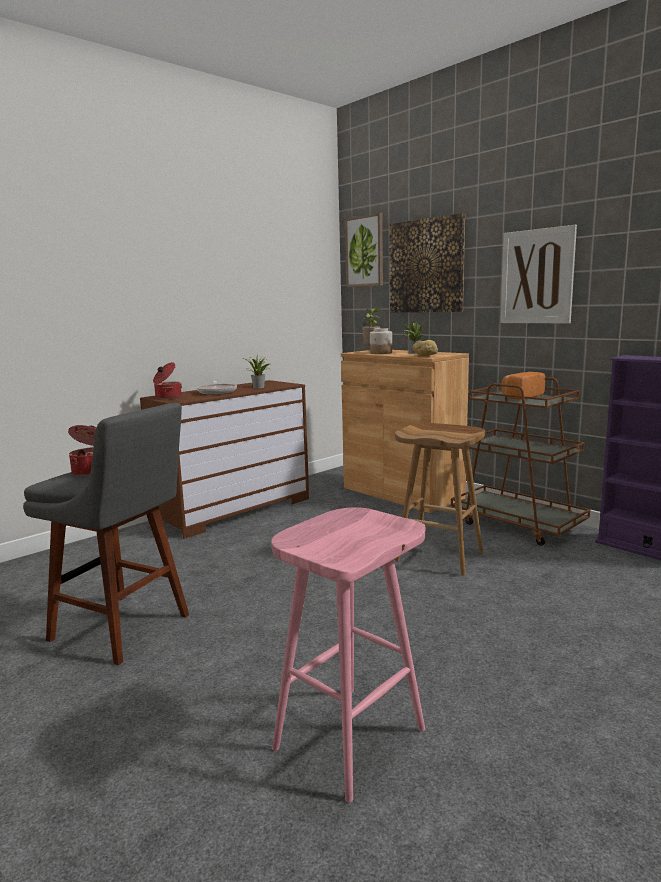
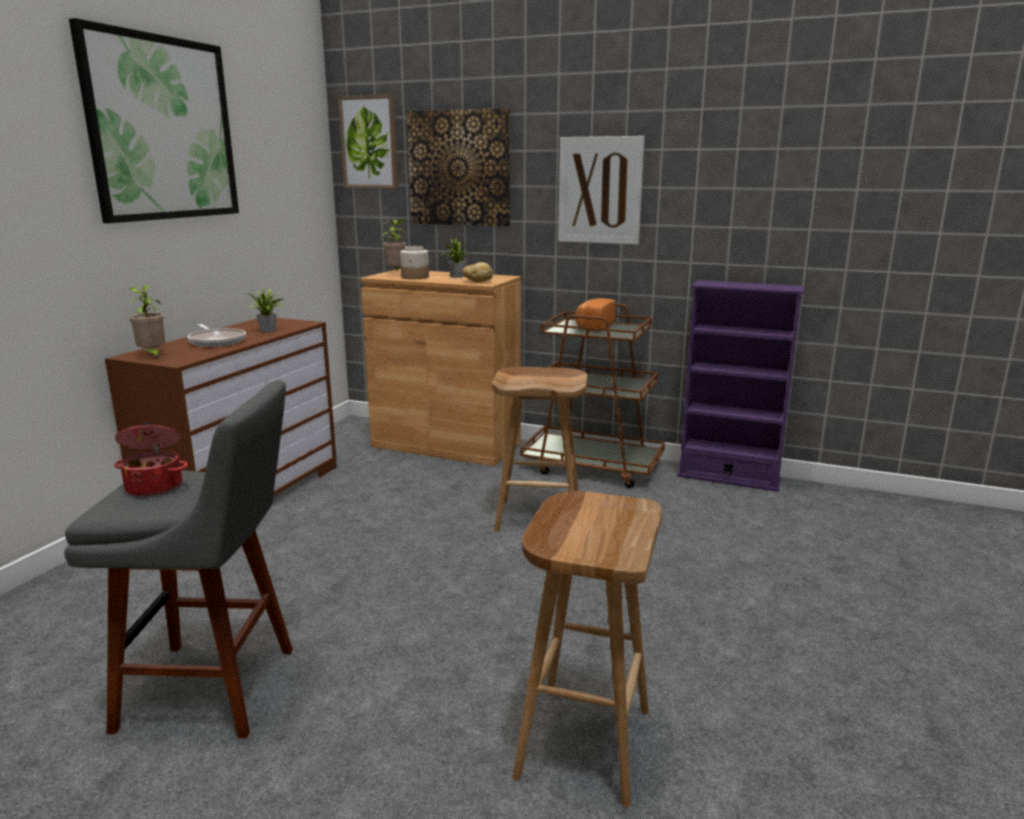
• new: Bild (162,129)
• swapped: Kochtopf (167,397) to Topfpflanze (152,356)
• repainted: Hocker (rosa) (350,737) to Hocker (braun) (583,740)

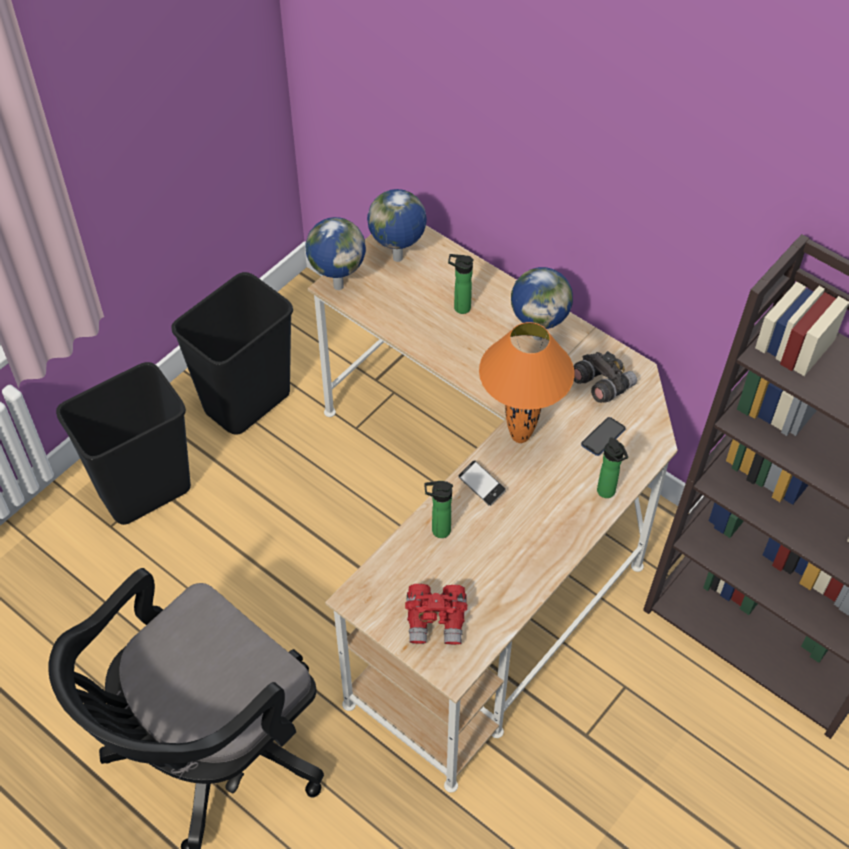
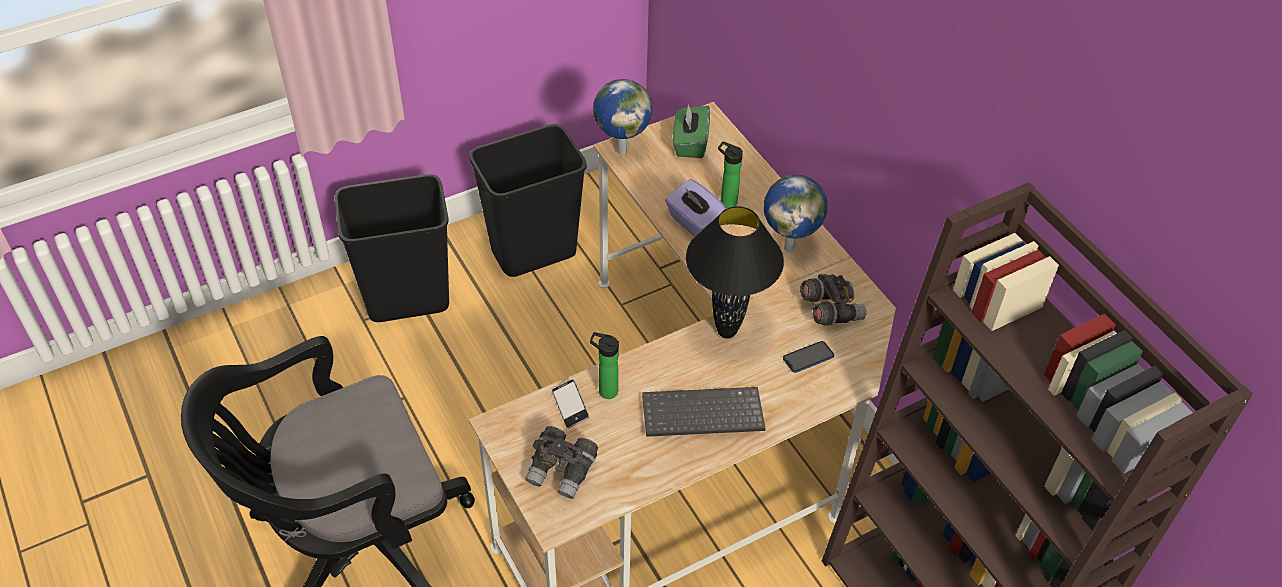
• repainted: Fernglas (rot) (436,621) to Fernglas (grau) (562,471)
• shifted: Handy (481,485) to (570,406)
• new: Tastatur (701,416)
• new: Taschentuchbox (lila) (694,222)
• swapped: Globus (398,259) to Taschentuchbox (grün) (690,143)
• repainted: Tischlampe (orange) (519,436) to Tischlampe (schwarz) (726,331)
• gone: Flasche (607,493)

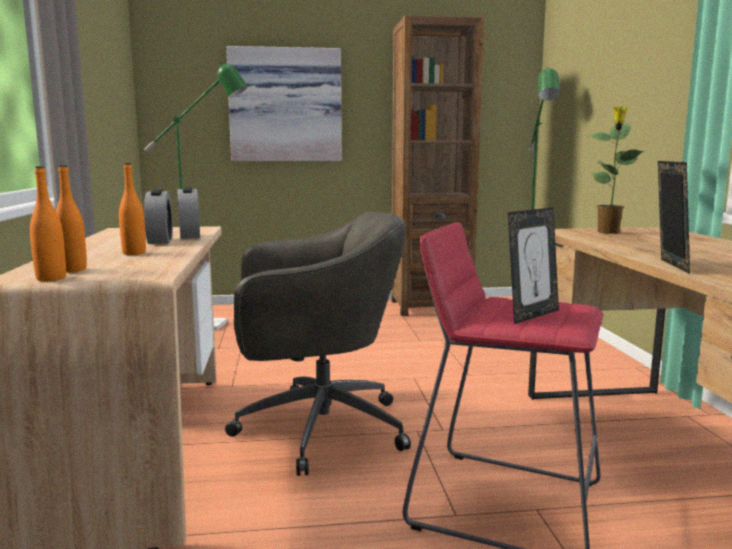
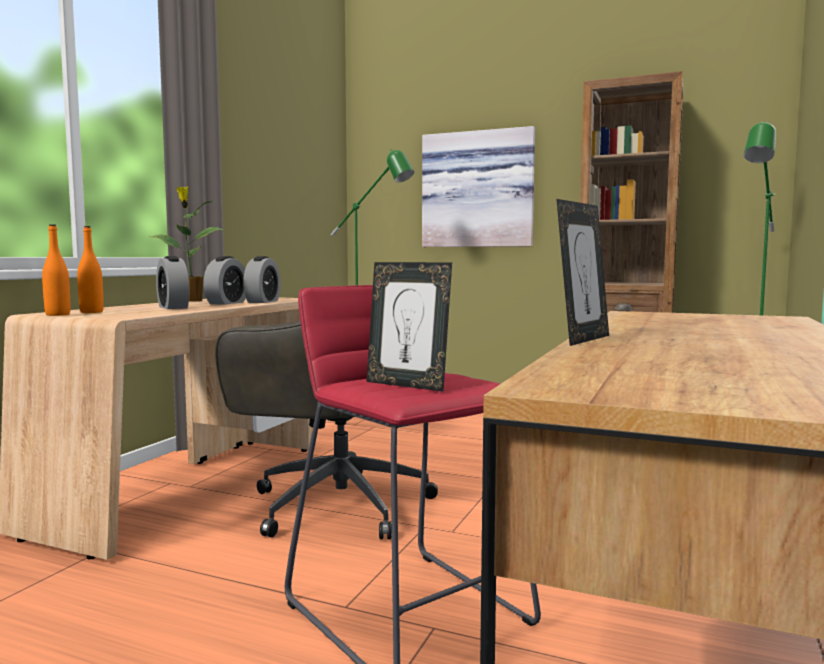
• shifted: Topfpflanze (608,232) to (191,301)
• swapped: Flasche (orange) (134,253) to Wecker (173,307)
• rotated: Bilderrahmen (531,315) = (407,385) 45 degrees clockwise

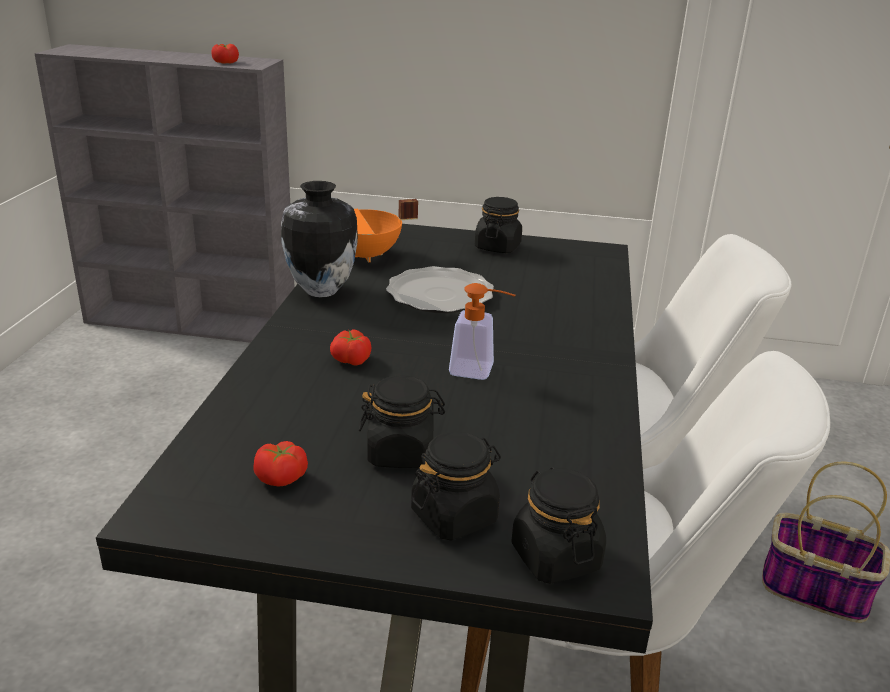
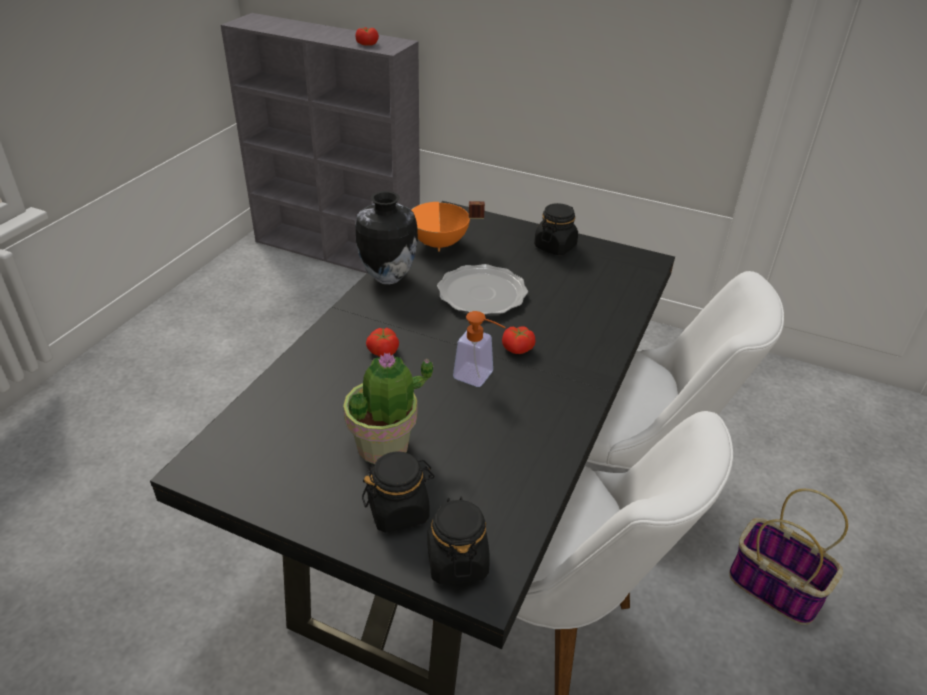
• swapped: Vorratsglas (schwarz) (401,452) to Topfpflanze (384,446)
• shifted: Tomate (281,478) to (517,349)

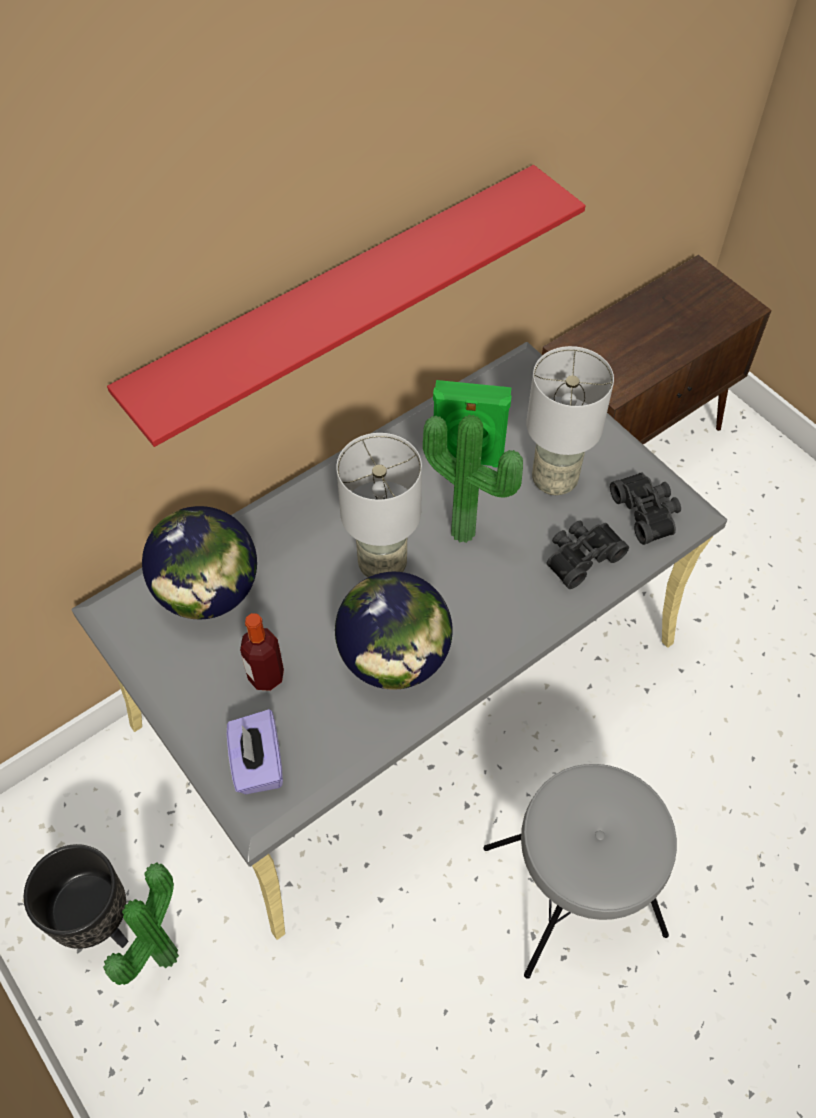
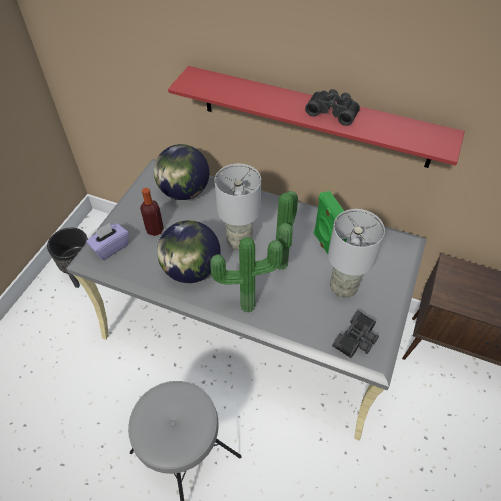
• shifted: Topfpflanze (162,954) to (247,303)
• shifted: Fernglas (schwarz) (581,556) to (333,111)

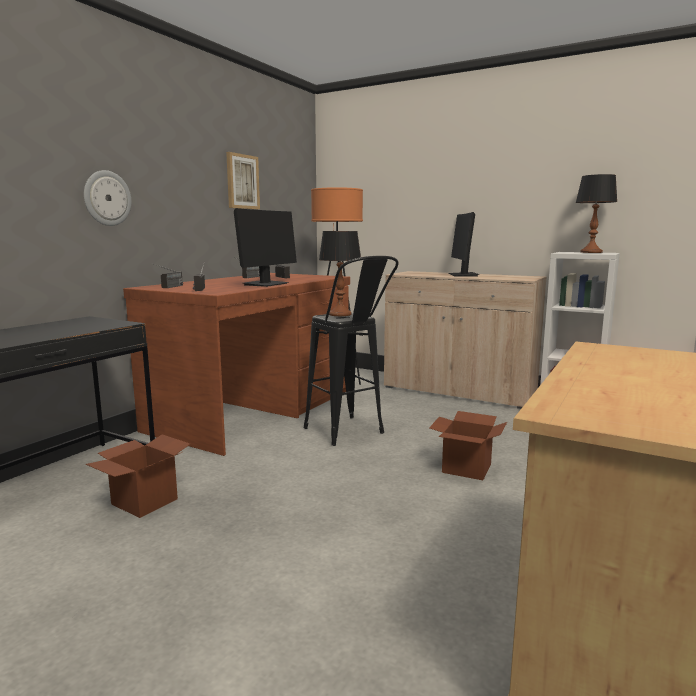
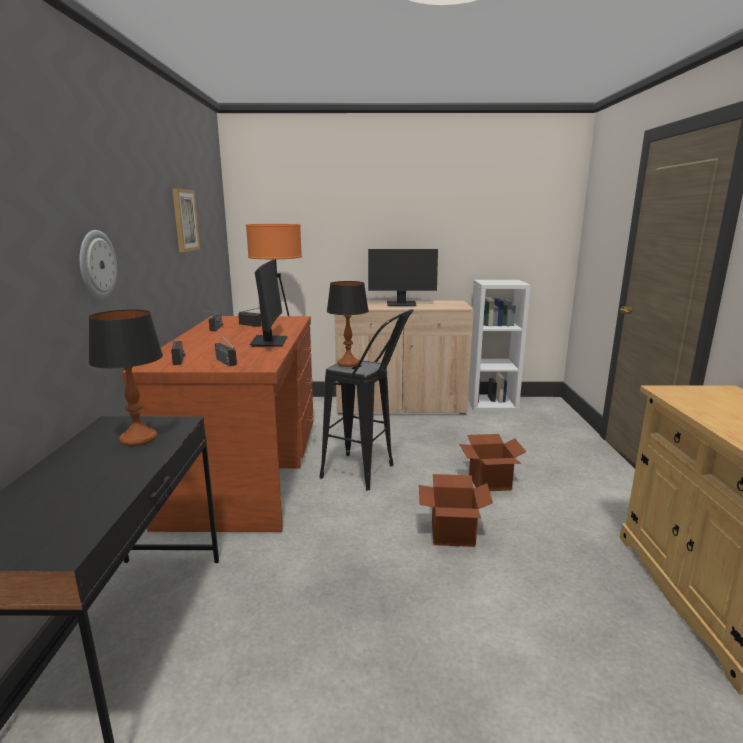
• shifted: Tischlampe (591,252) to (138,438)
• rotated: Monitor (463,275) = (401,304) 60 degrees counterclockwise
• shifted: Karton (145,501) to (453,533)

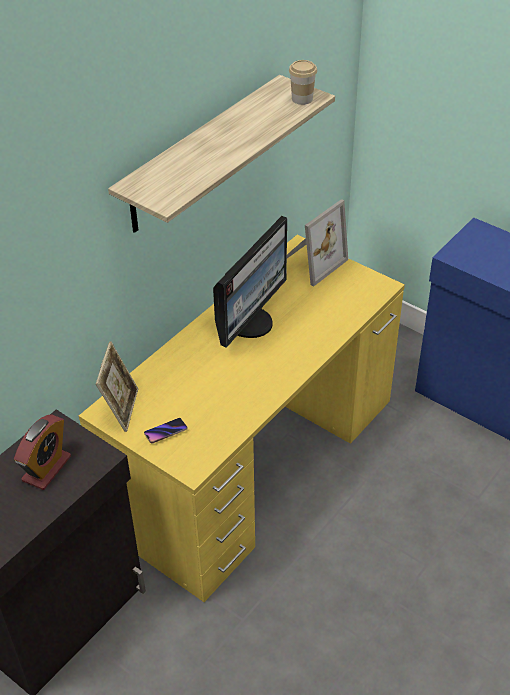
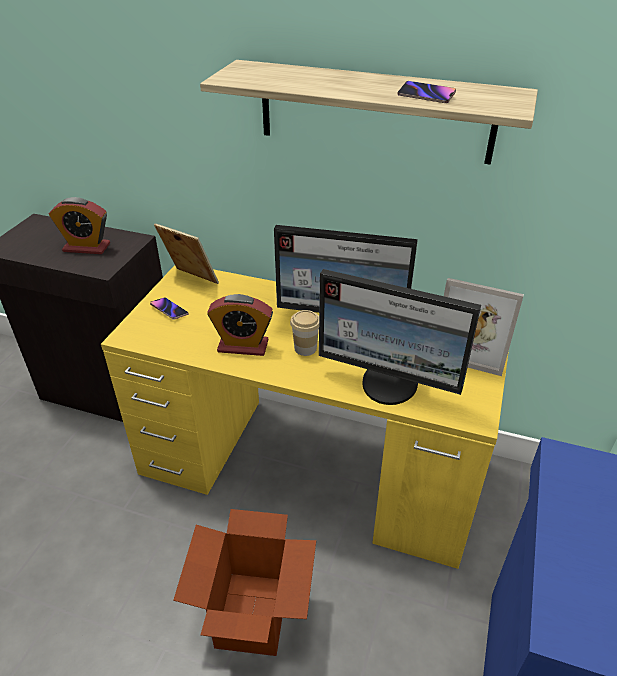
• rotated: Bilderrahmen (121,409) = (191,280) 135 degrees counterclockwise
• new: Karton (252,614)
• new: Wecker (243,346)
• shifted: Tasse (302,99) to (305,348)
• new: Monitor (390,384)
• new: Handy (426,95)

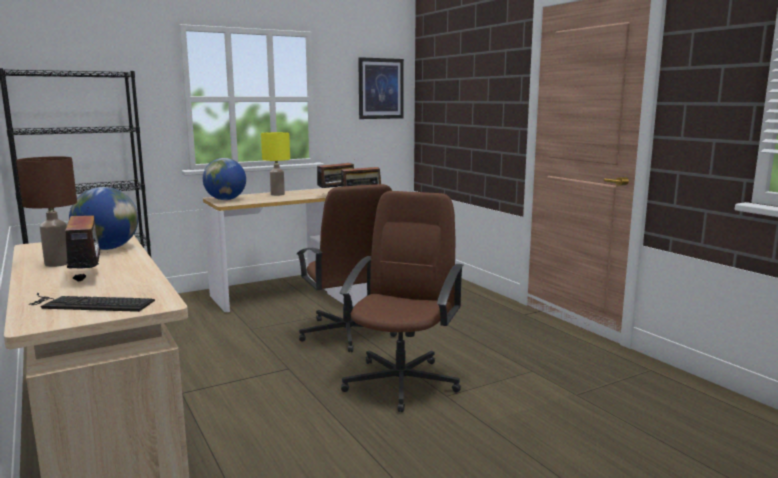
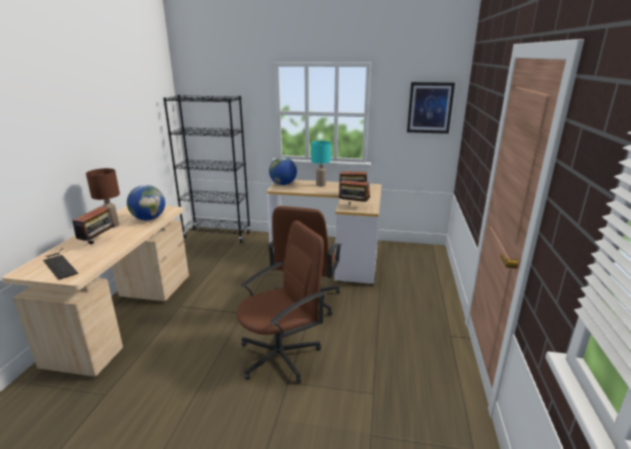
• repainted: Tischlampe (gelb) (277,194) to Tischlampe (türkis) (320,185)

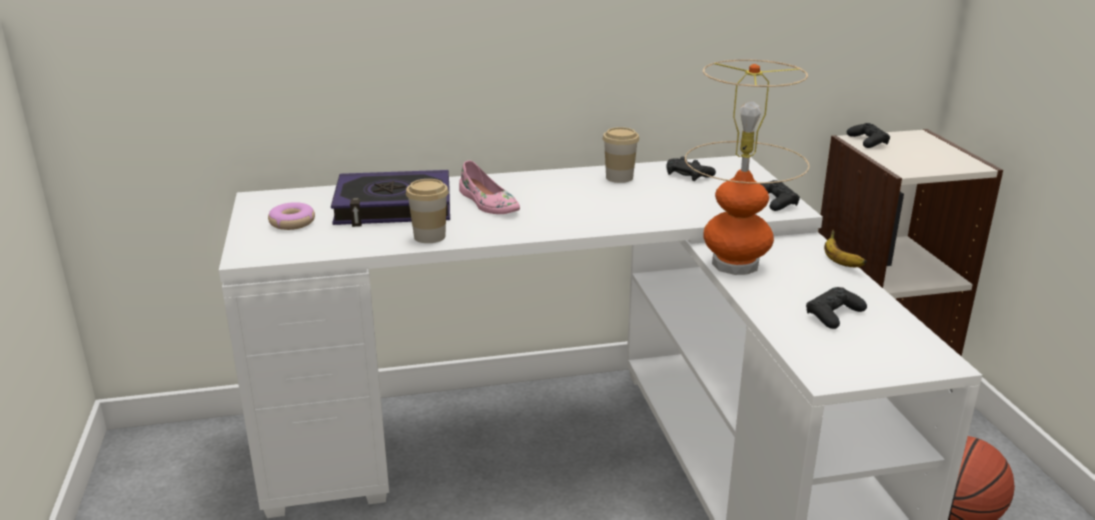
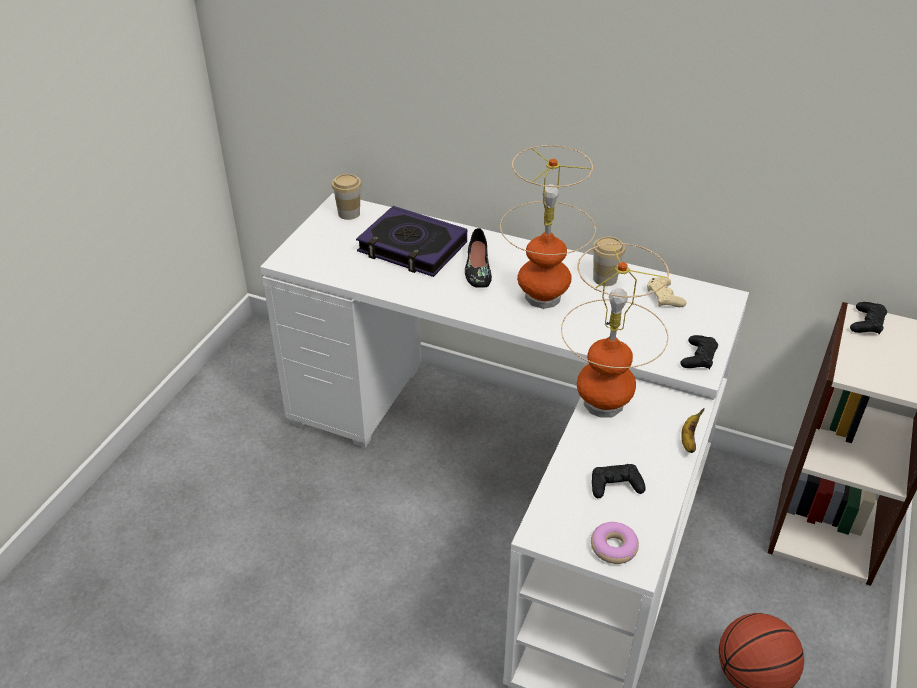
• shifted: Tasse (429,236) to (349,213)
• repainted: Schuh (rosa) (487,203) to Schuh (schwarz) (477,269)
• new: Tischlampe (542,297)
• shifted: Donut (292,223) to (613,547)
• repainted: Gamepad (schwarz) (688,175) to Gamepad (beige) (664,297)

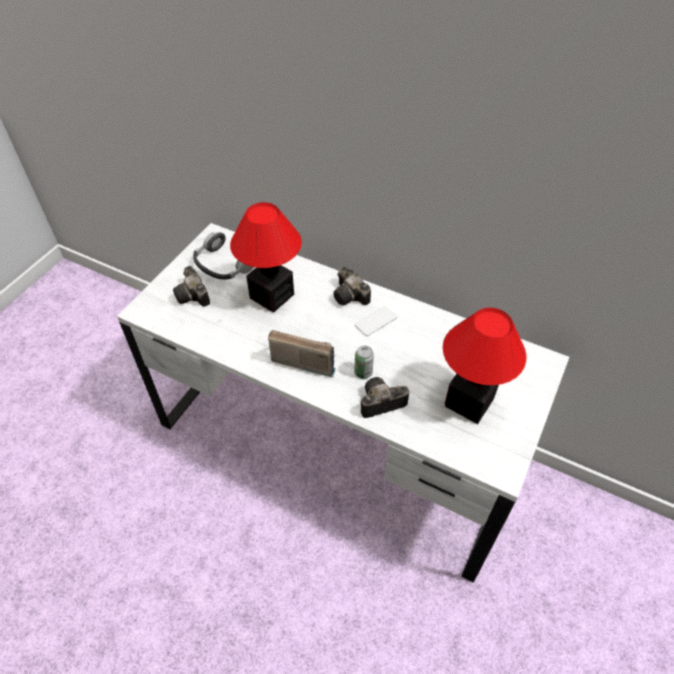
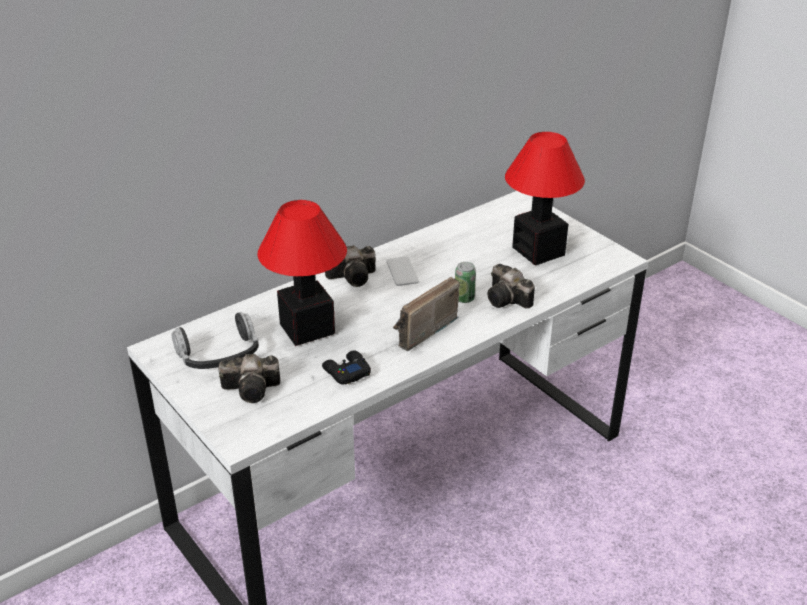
• new: Gamepad (schwarz) (346,372)
• rotated: Kamera (379,403) = (508,300) 45 degrees counterclockwise

